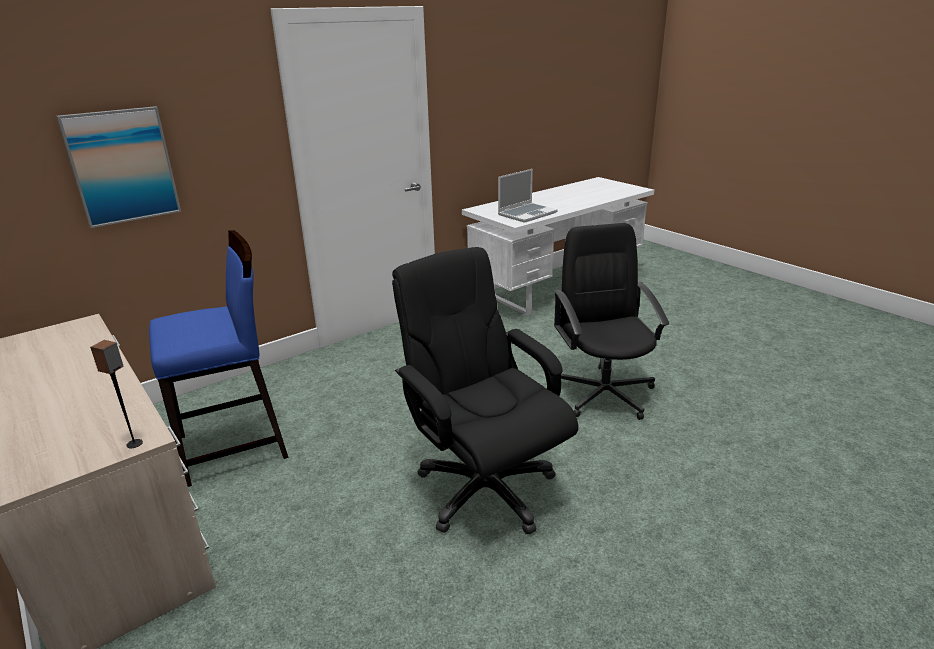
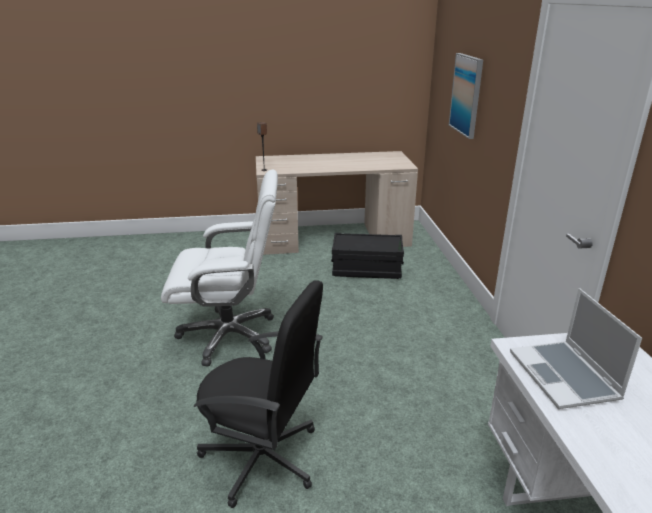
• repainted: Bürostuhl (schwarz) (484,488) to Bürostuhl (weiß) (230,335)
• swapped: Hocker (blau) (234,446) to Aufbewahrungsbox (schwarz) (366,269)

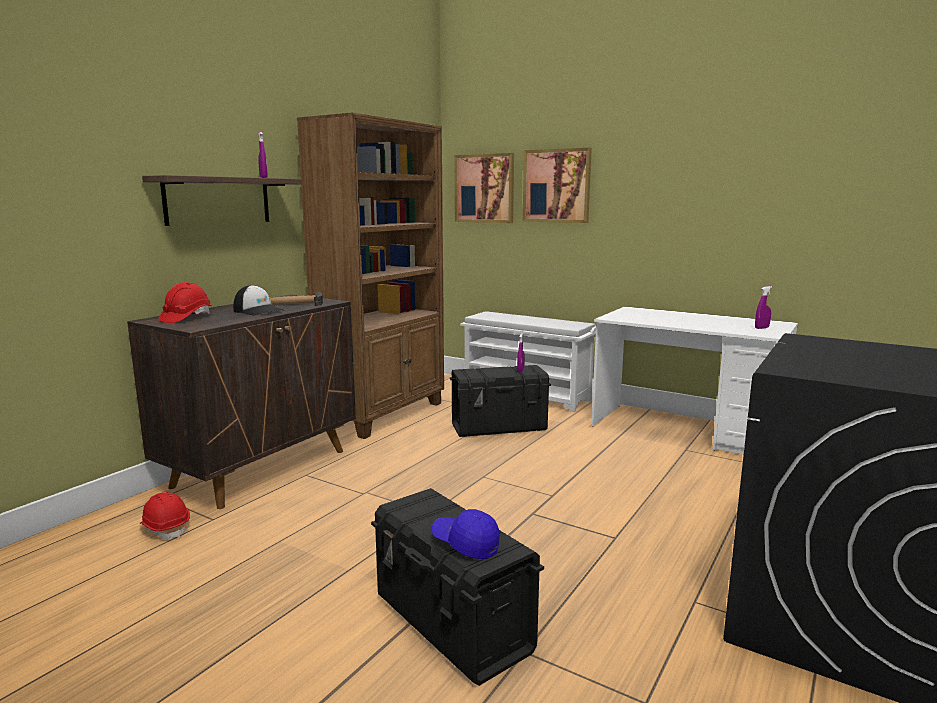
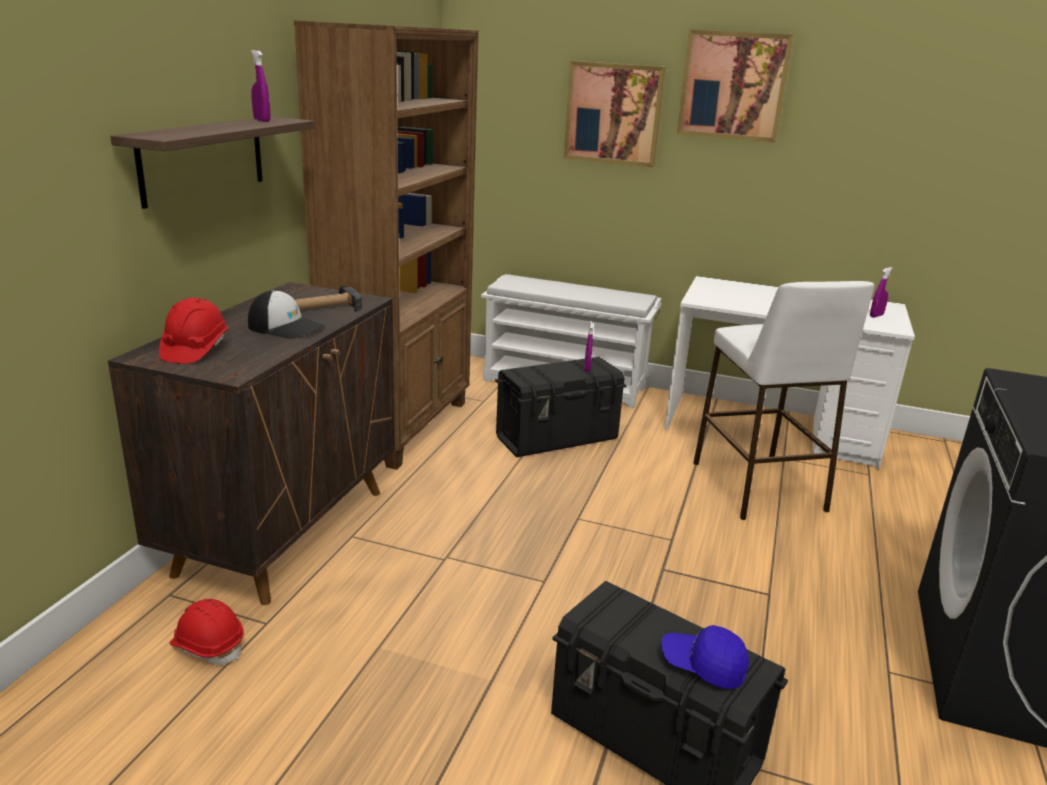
• shifted: Bild (484,188) to (733,86)
• new: Hocker (weiß) (758,487)

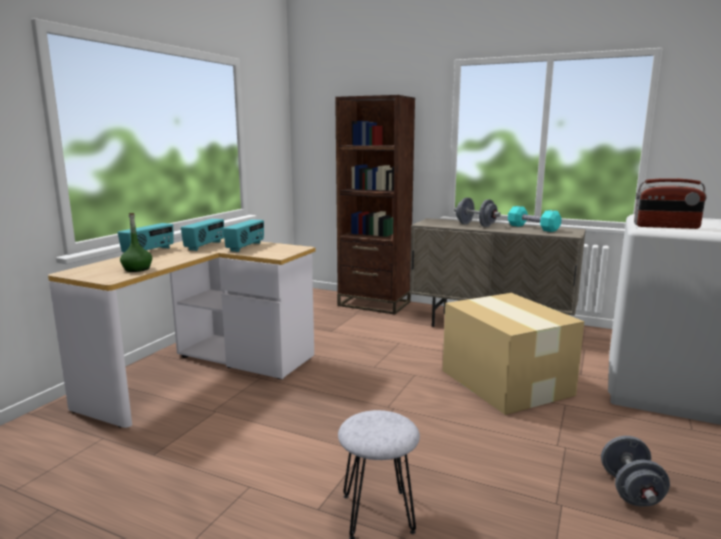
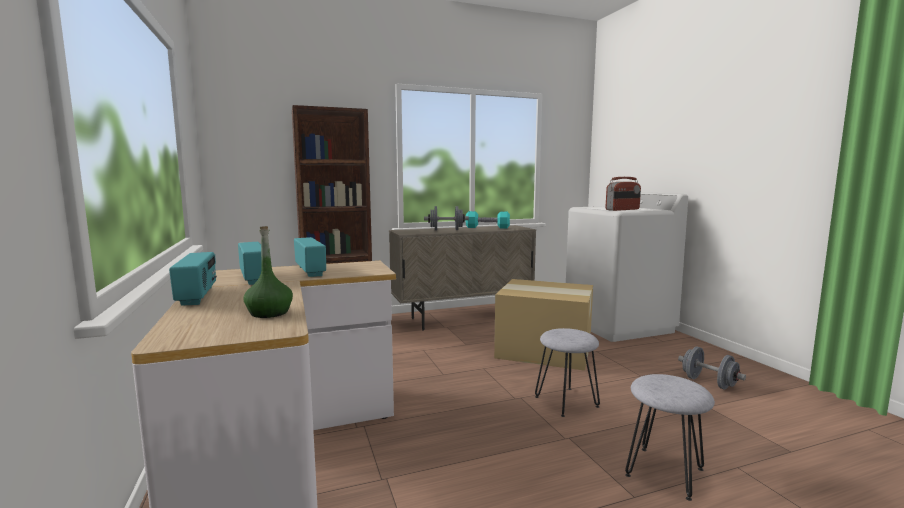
• new: Hocker (grau) (566,401)

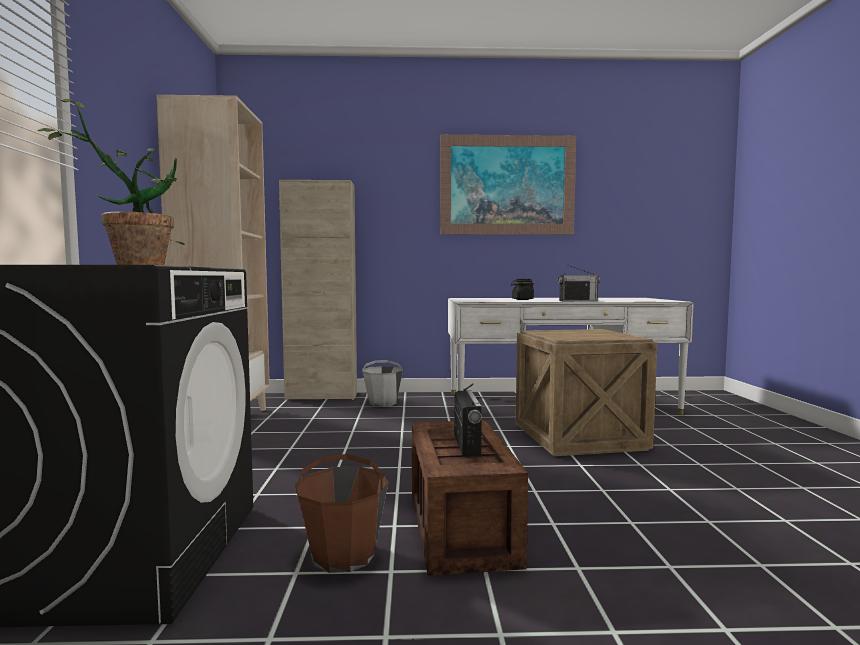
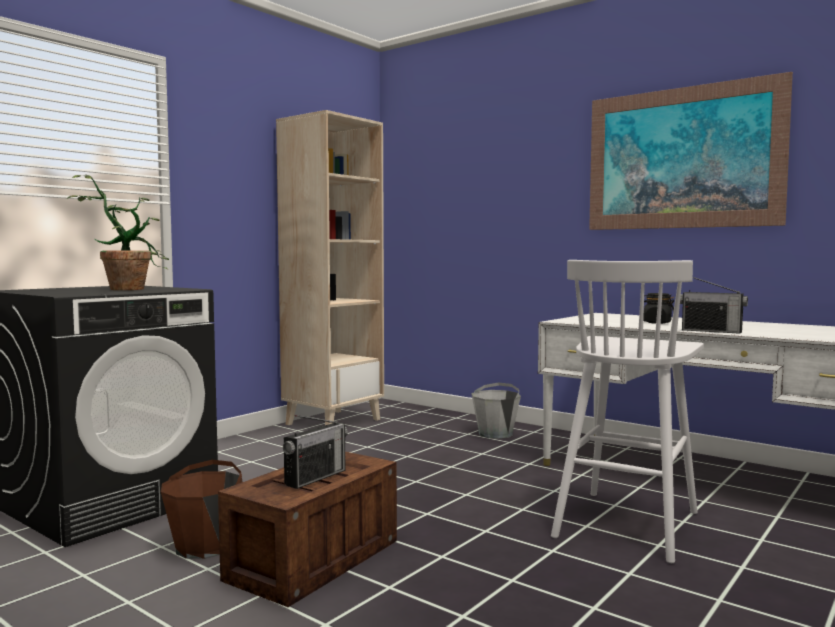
• swapped: Kiste (578,438) to Hocker (weiß) (628,523)
• gone: Schrank (beige) (321,396)

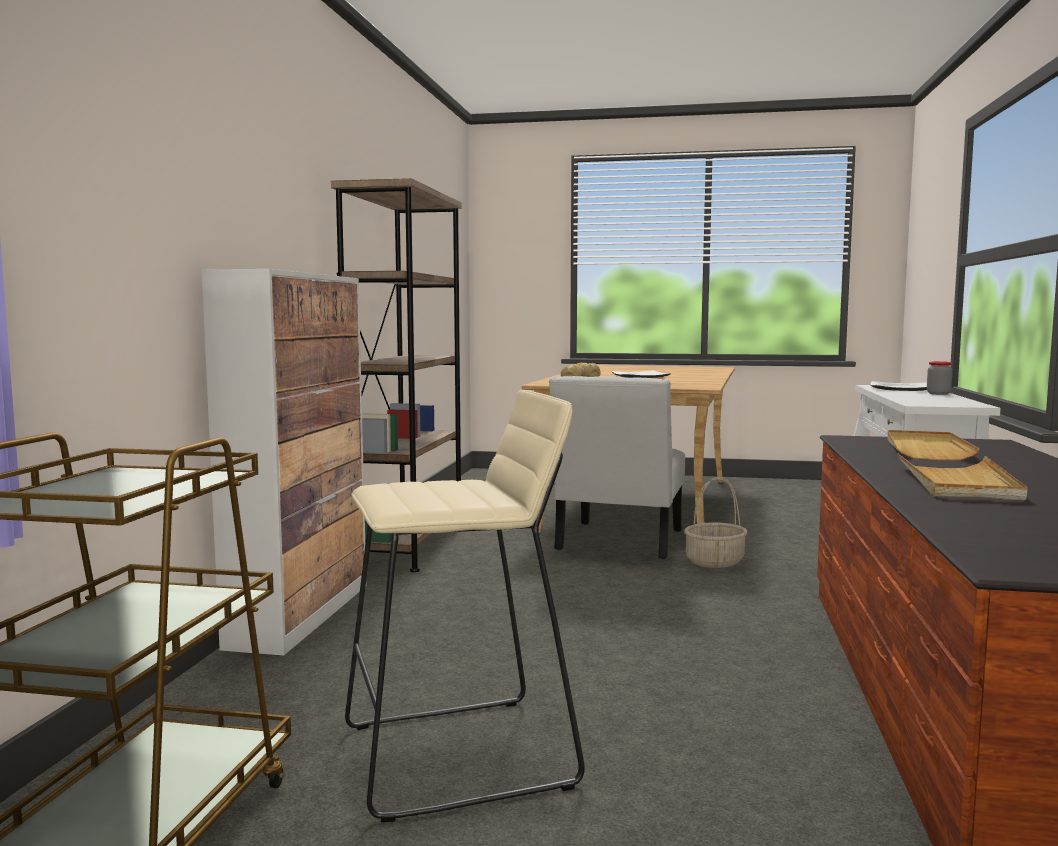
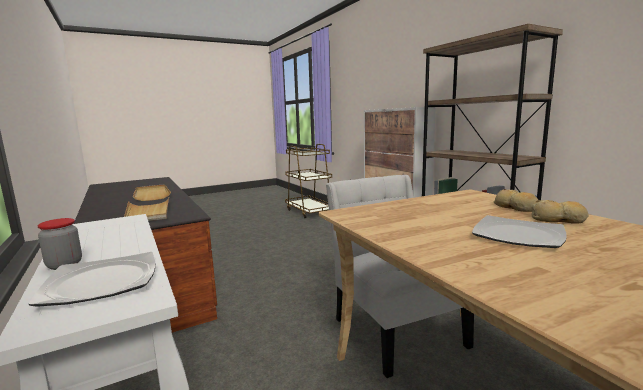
• gone: Hocker (beige) (460,756)
• gone: Korb (714,562)

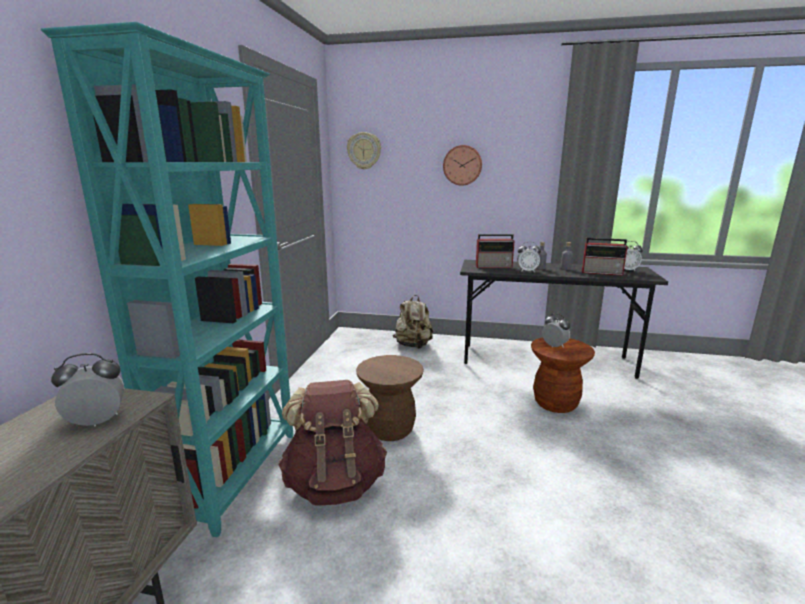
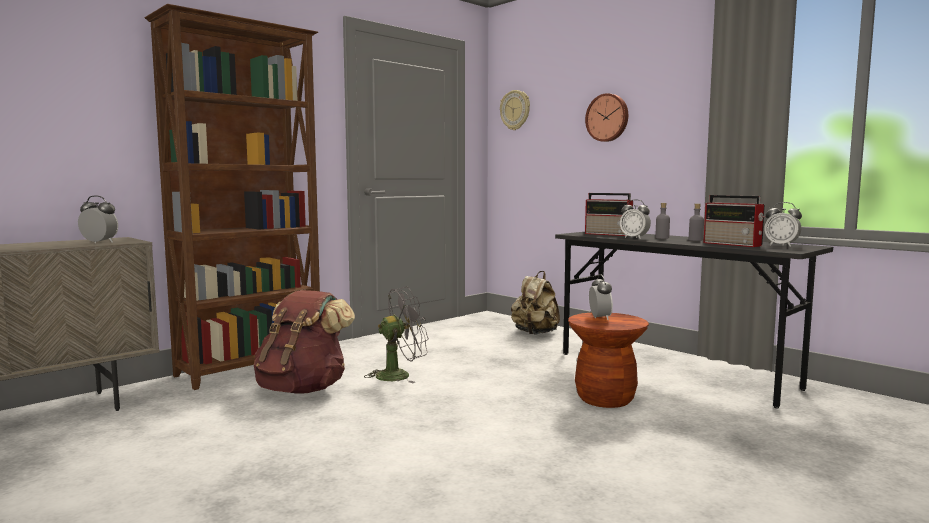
• repainted: Bücherregal (türkis) (235,473) to Bücherregal (braun) (252,368)
• swapped: Hocker (braun) (390,429) to Ventilator (grau) (400,375)

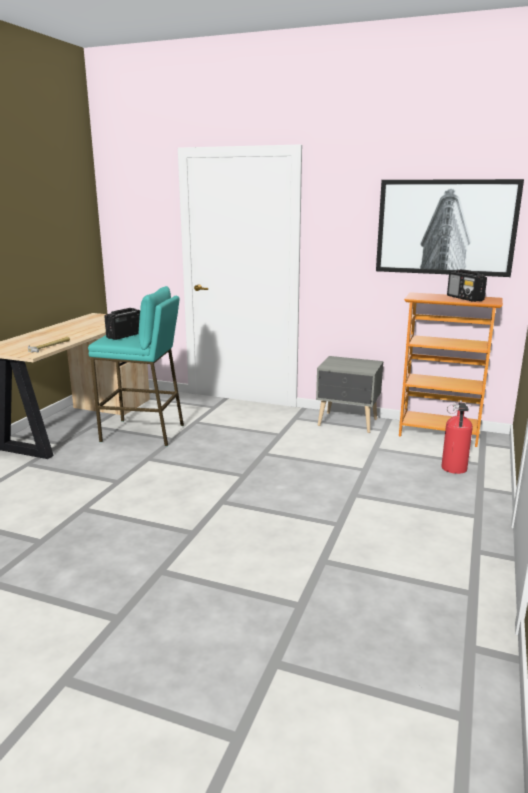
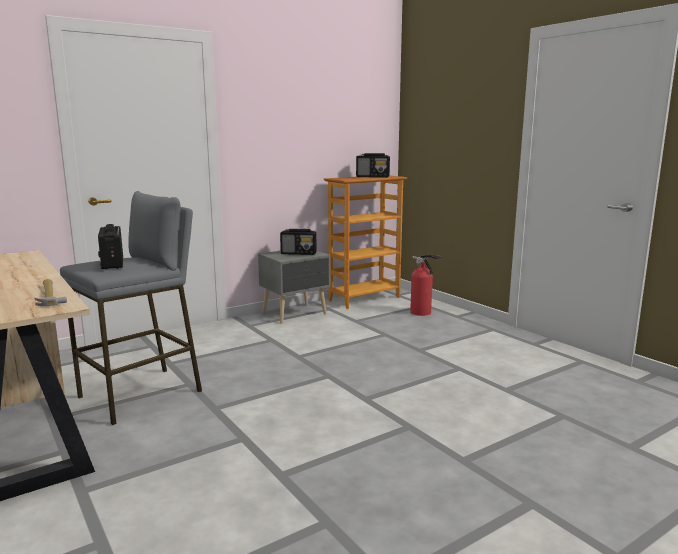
• repainted: Hocker (türkis) (143,433) to Hocker (grau) (142,394)
• new: Radio (299,253)
• gone: Bild (445,227)

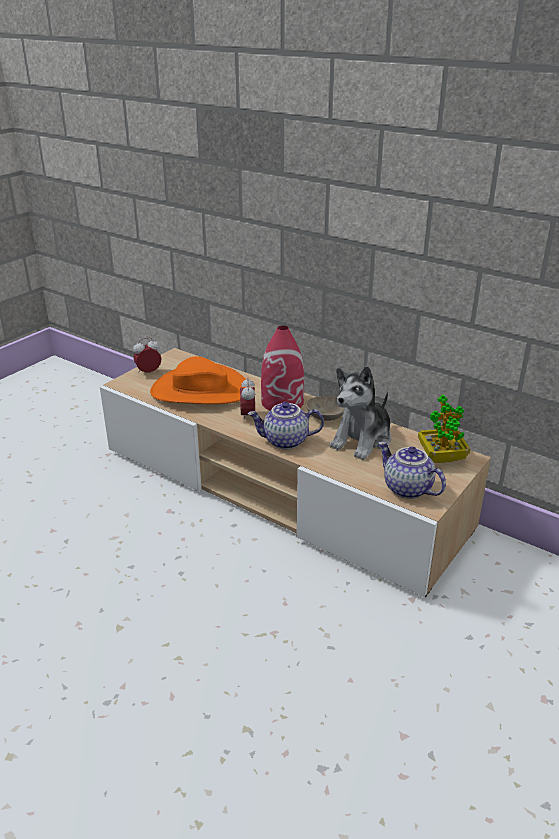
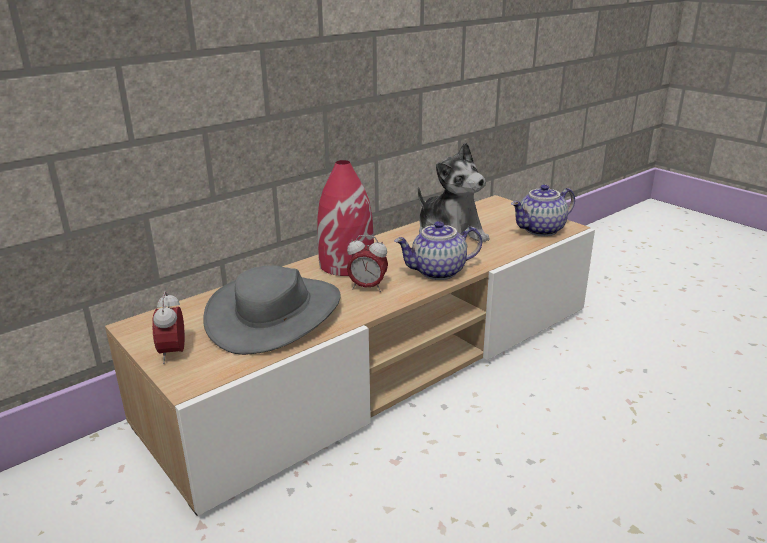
• repainted: Hut (orange) (200,391) to Hut (grau) (275,314)
• rotated: Teekanne (285,442) = (438,272) 60 degrees clockwise
• gone: Schüssel (beige) (325,417)
• gone: Topfpflanze (441,457)

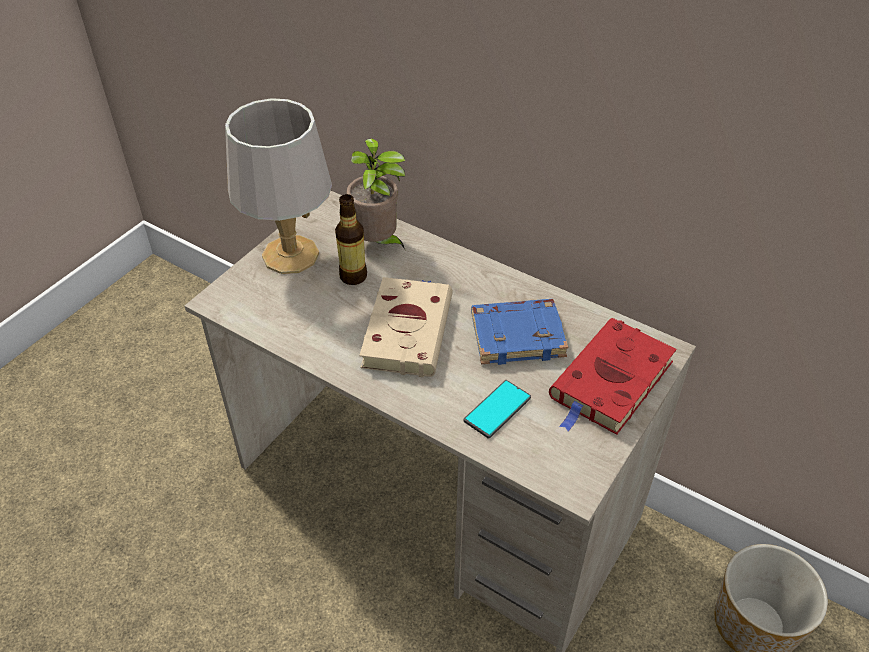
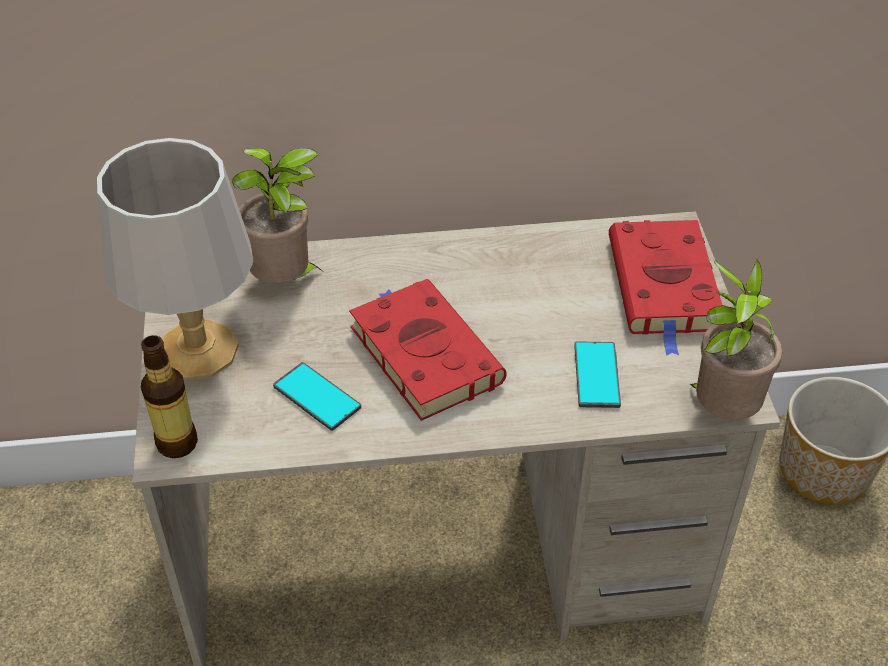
• shifted: Flasche (353,276) to (177,443)
• new: Handy (316,397)
• repainted: Buch (beige) (407,329) to Buch (rot) (422,352)
• new: Topfpflanze (721,410)
• gone: Buch (blau) (518,335)

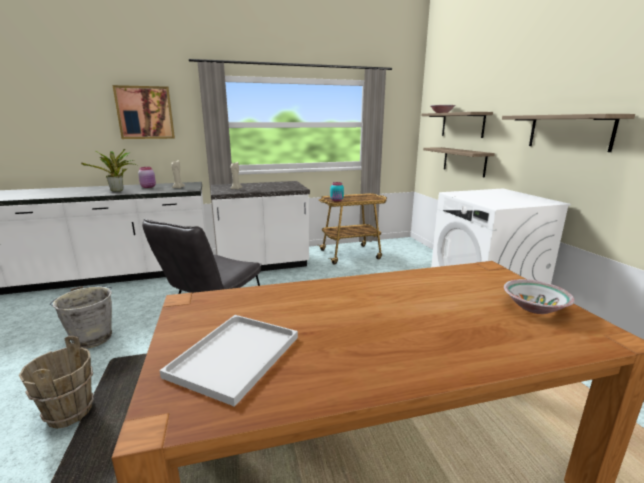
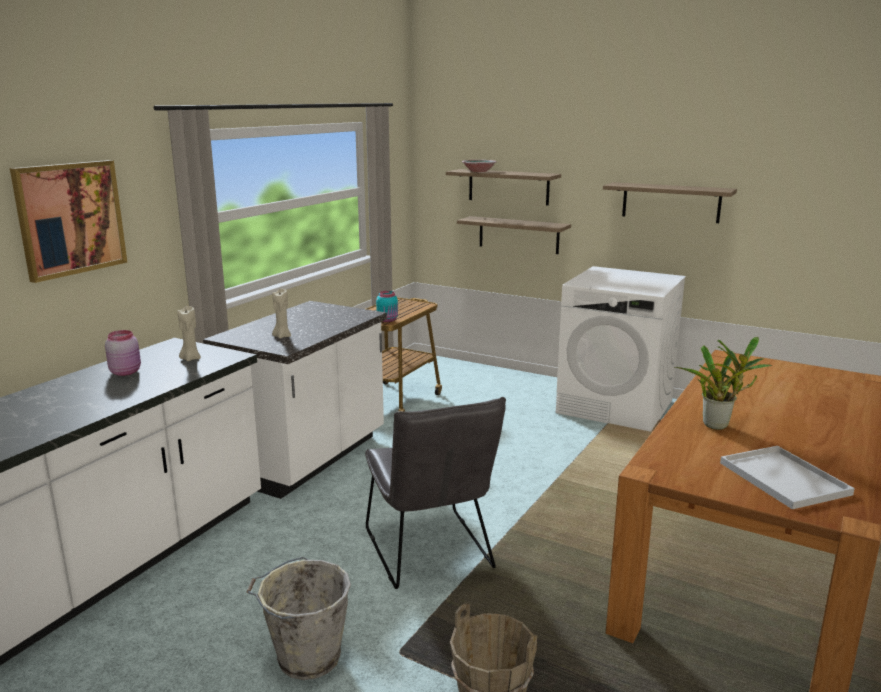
• shifted: Topfpflanze (118,191) to (719,425)
• gone: Schüssel (535,307)

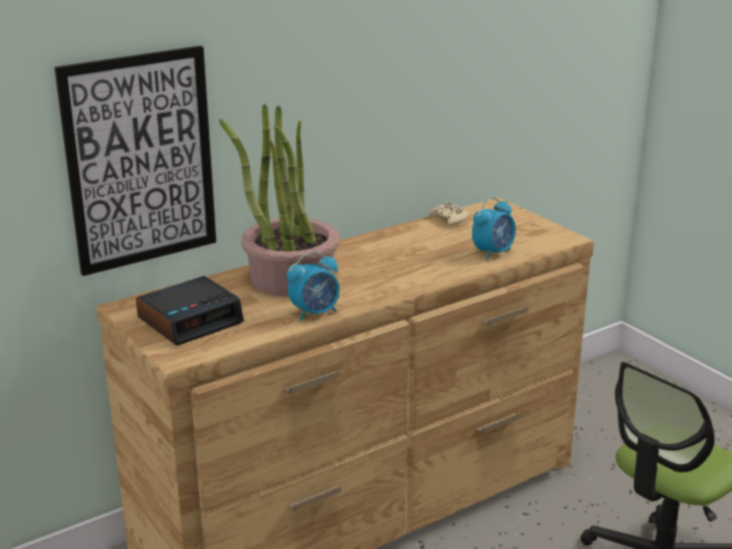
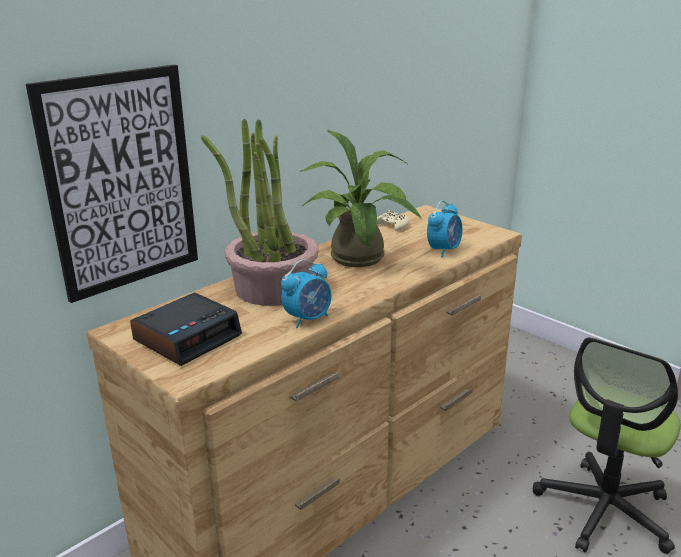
• new: Topfpflanze (359,261)

